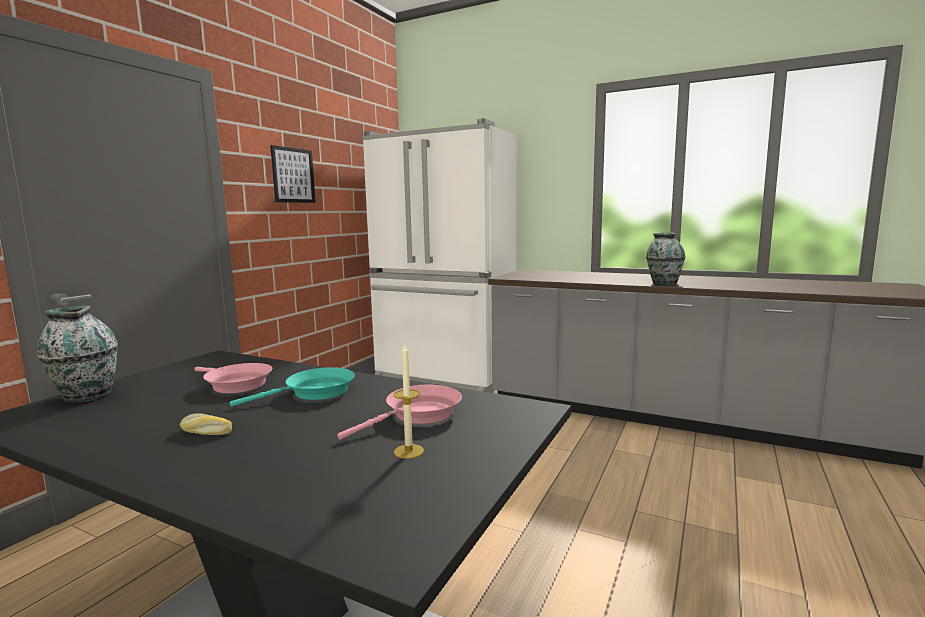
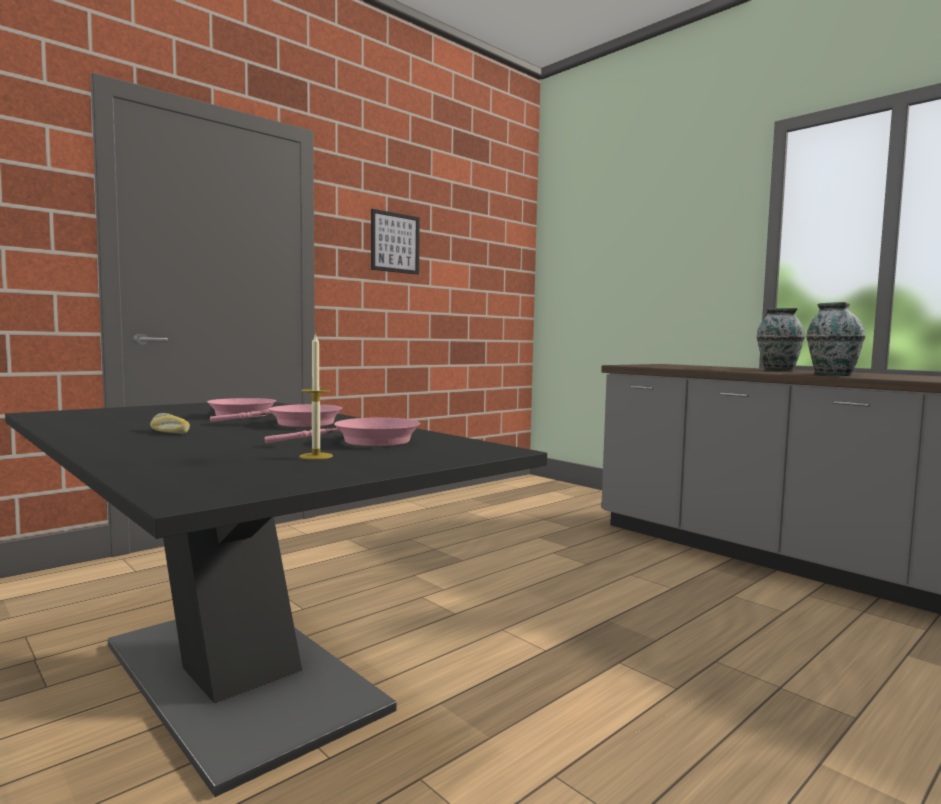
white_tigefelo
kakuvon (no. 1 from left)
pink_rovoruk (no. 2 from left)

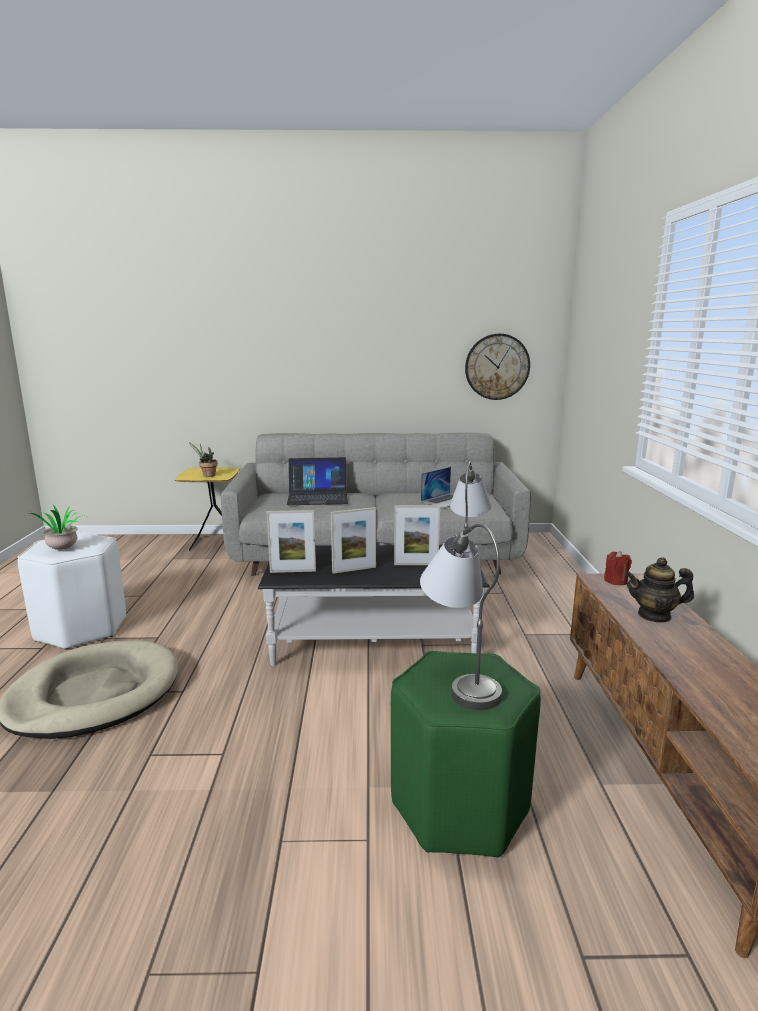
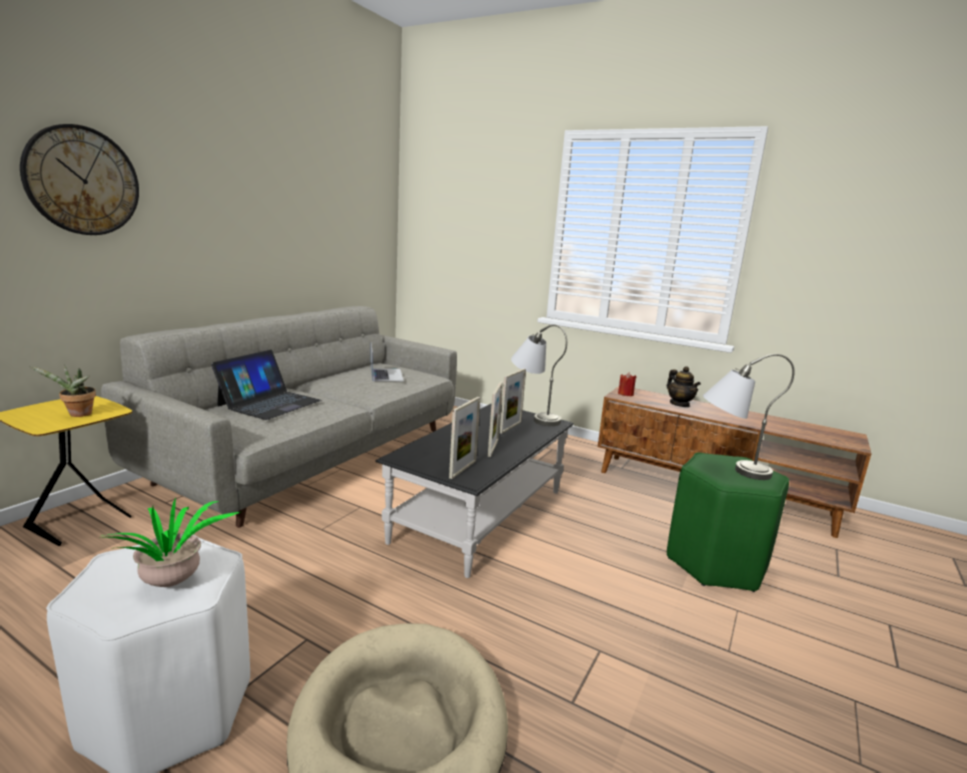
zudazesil
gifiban

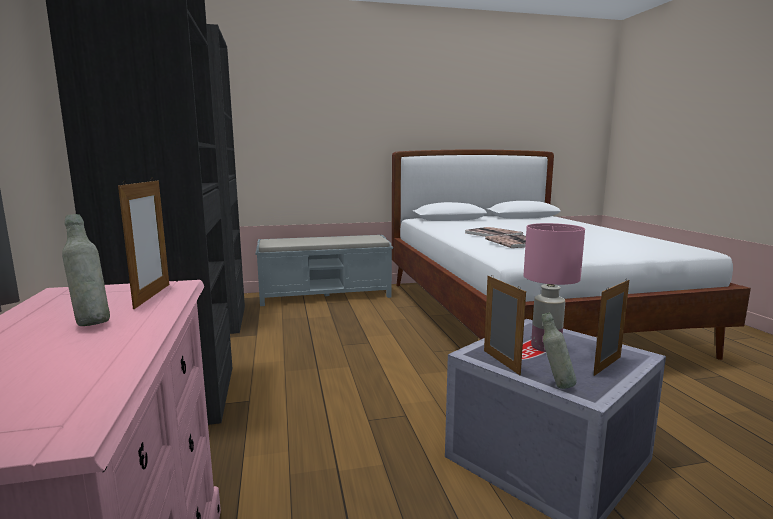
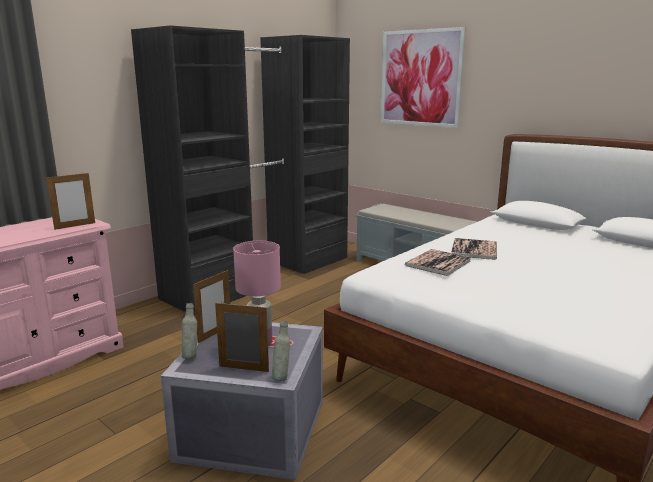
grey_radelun (no. 2 from left)
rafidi

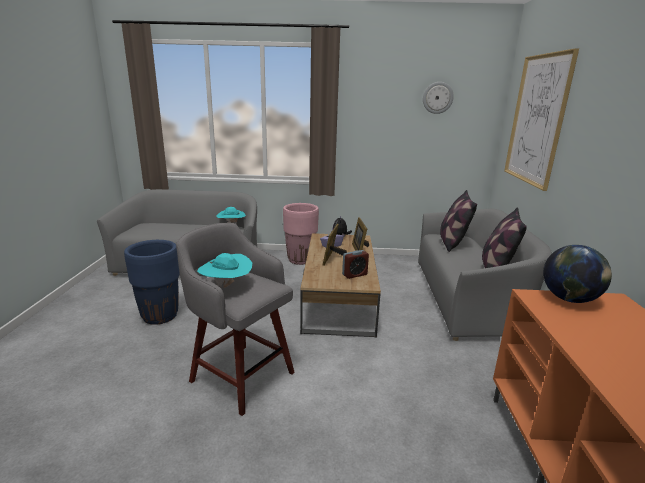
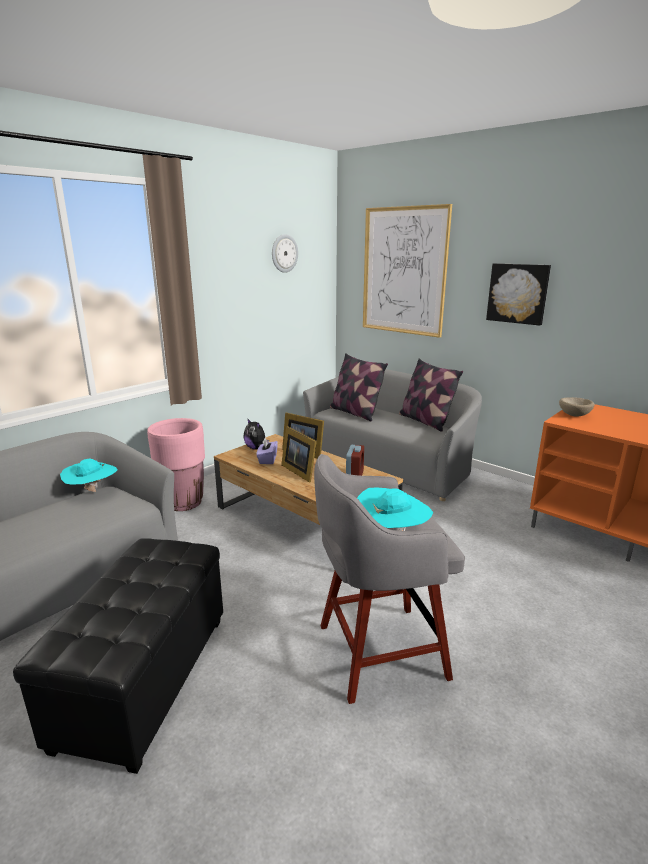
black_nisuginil
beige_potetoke
rafidi (no. 2 from left)

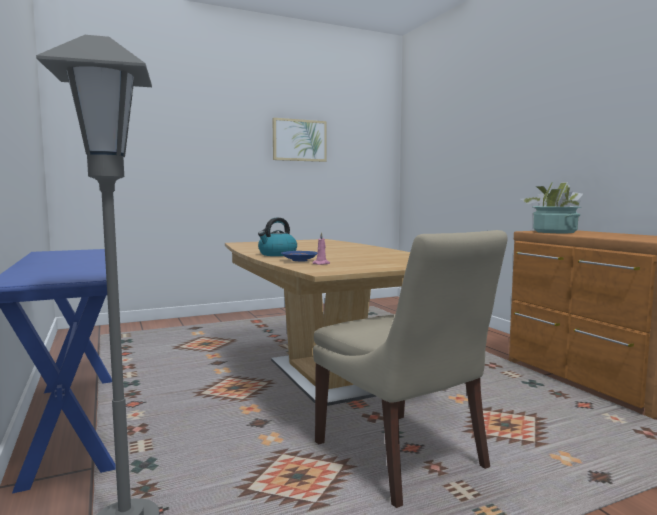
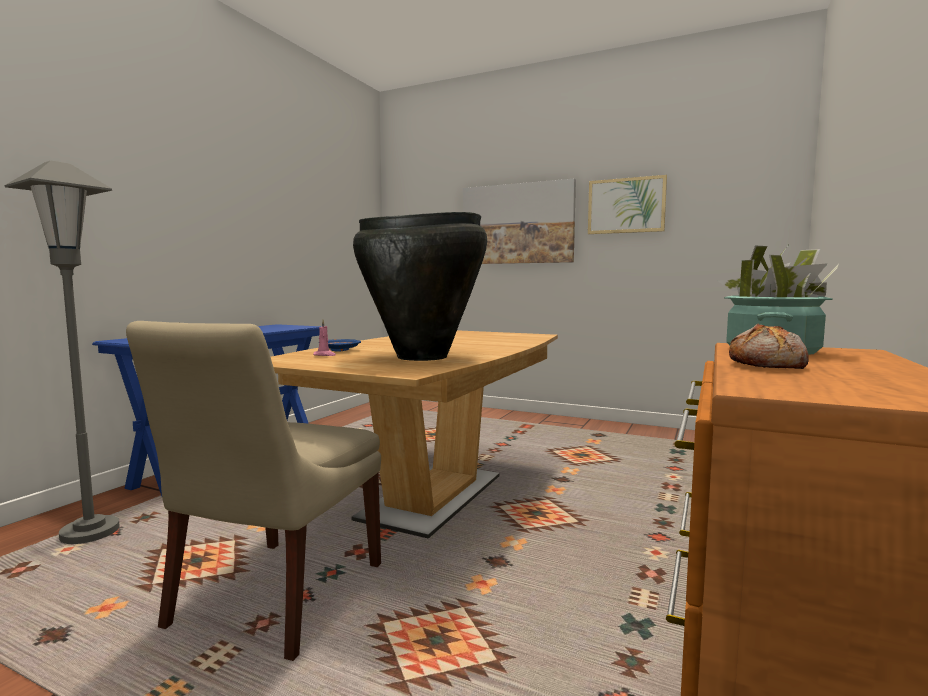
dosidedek
rafidi (no. 1 from left)
black_kakuvon
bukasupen

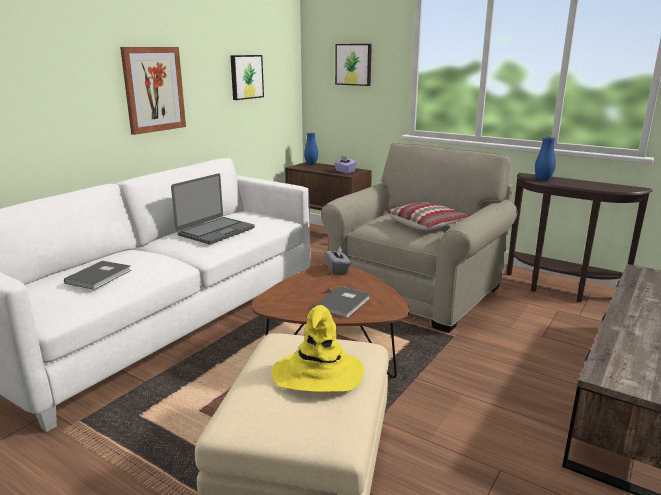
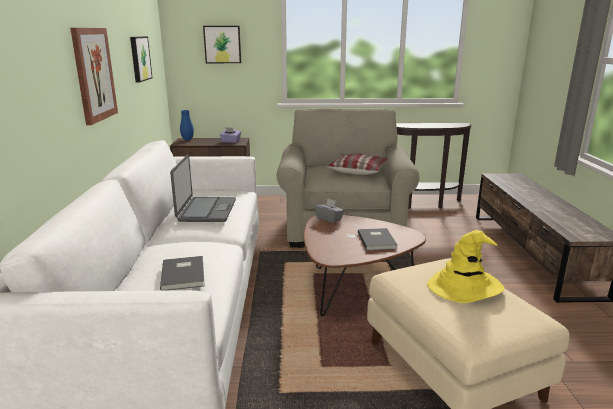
blue_kakuvon (no. 2 from left in the first image)

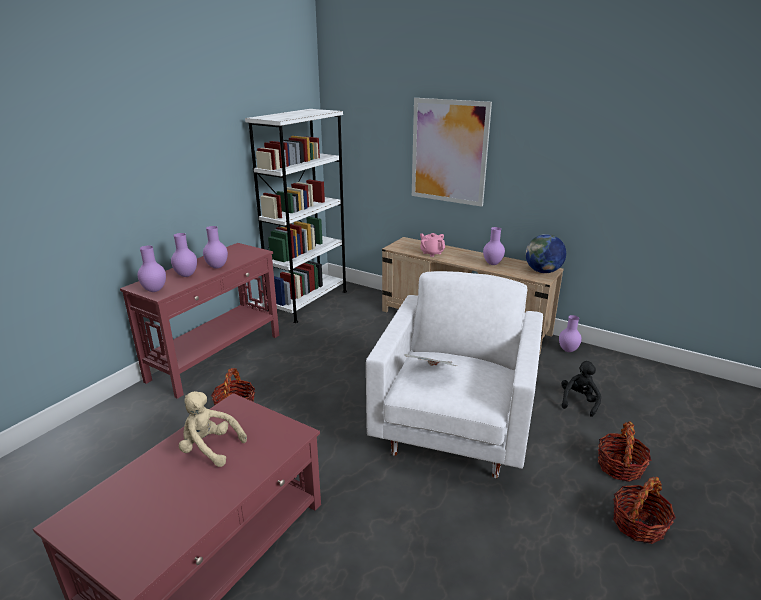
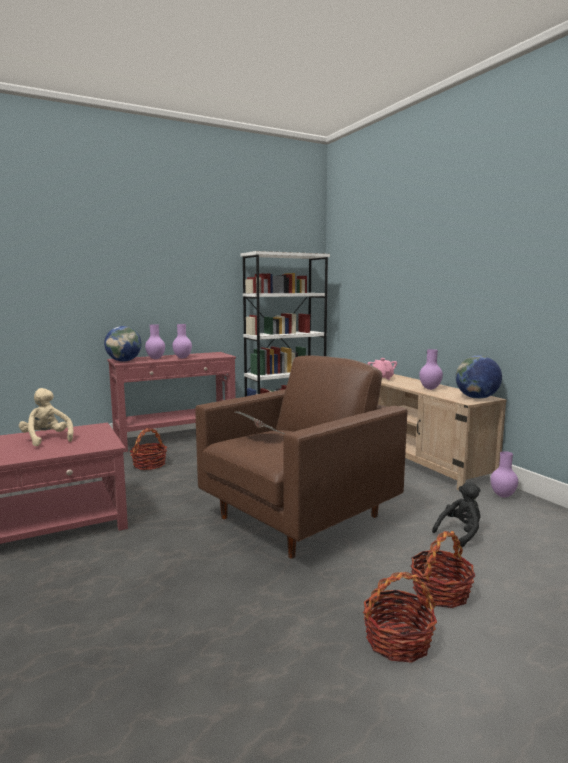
rafidi
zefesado (no. 1 from left)
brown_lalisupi

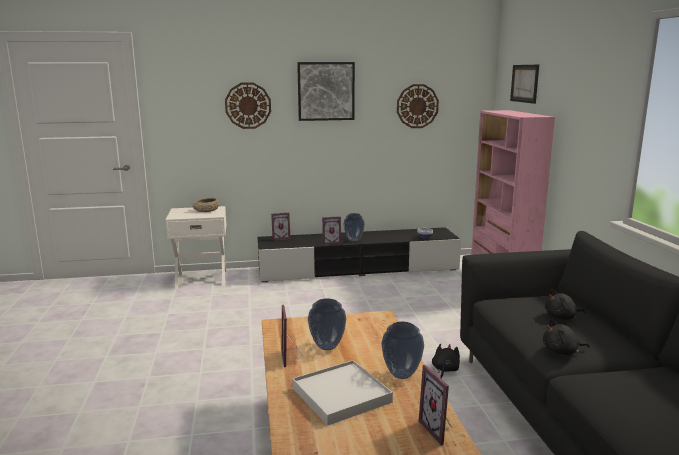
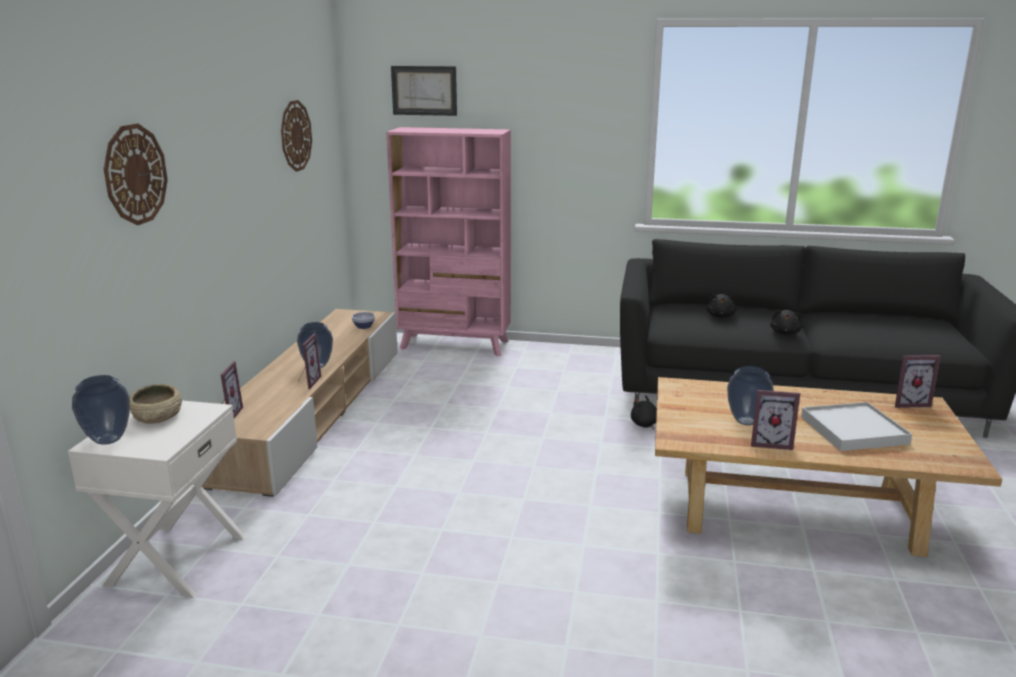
rafidi (no. 1 from left in the first image)
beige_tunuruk
kakuvon (no. 1 from left)

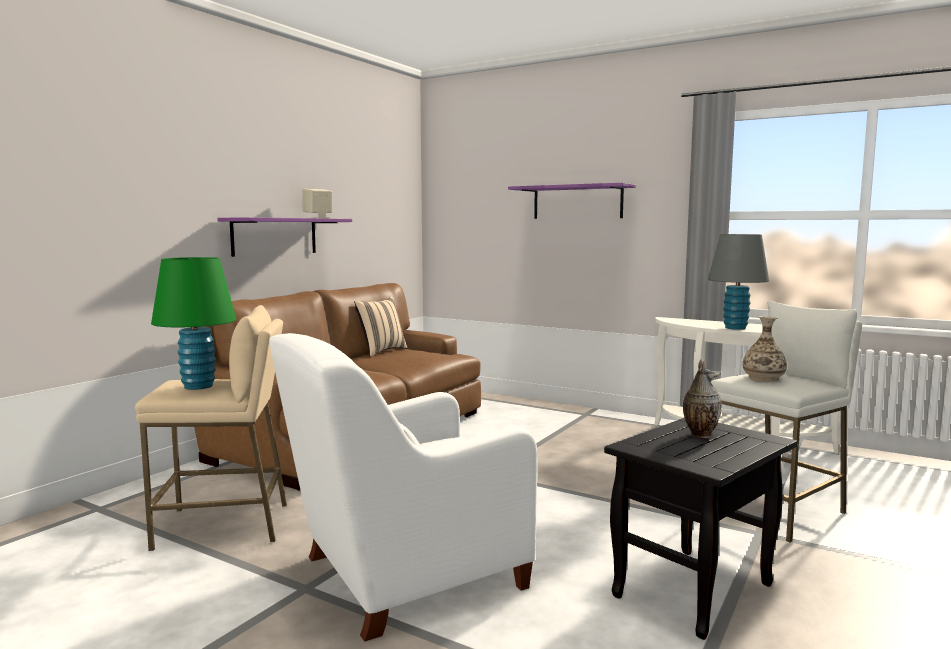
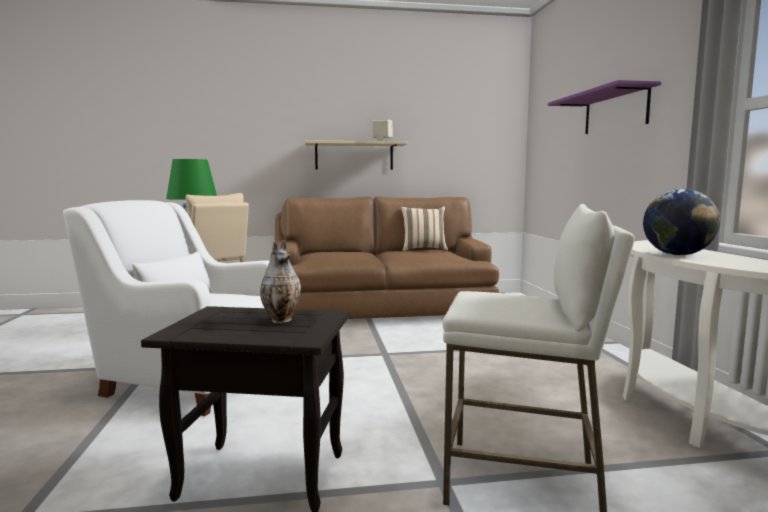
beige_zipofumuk
zefesado
kakuvon (no. 2 from left in the first image)

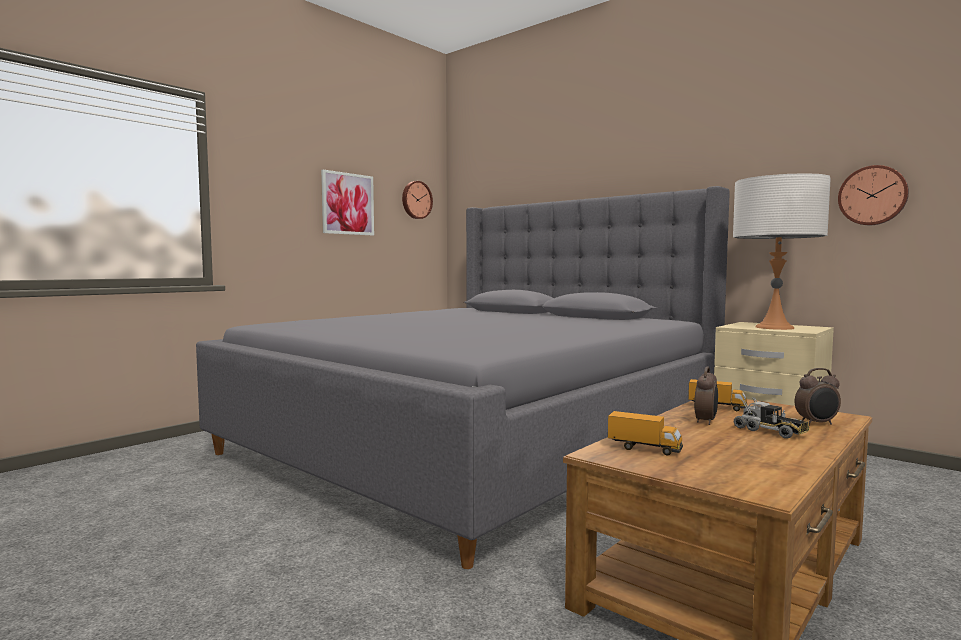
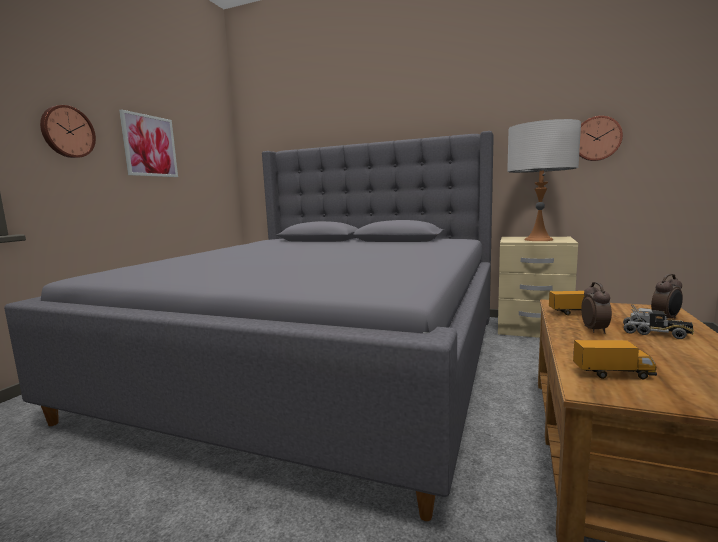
zudazesil (no. 1 from left)

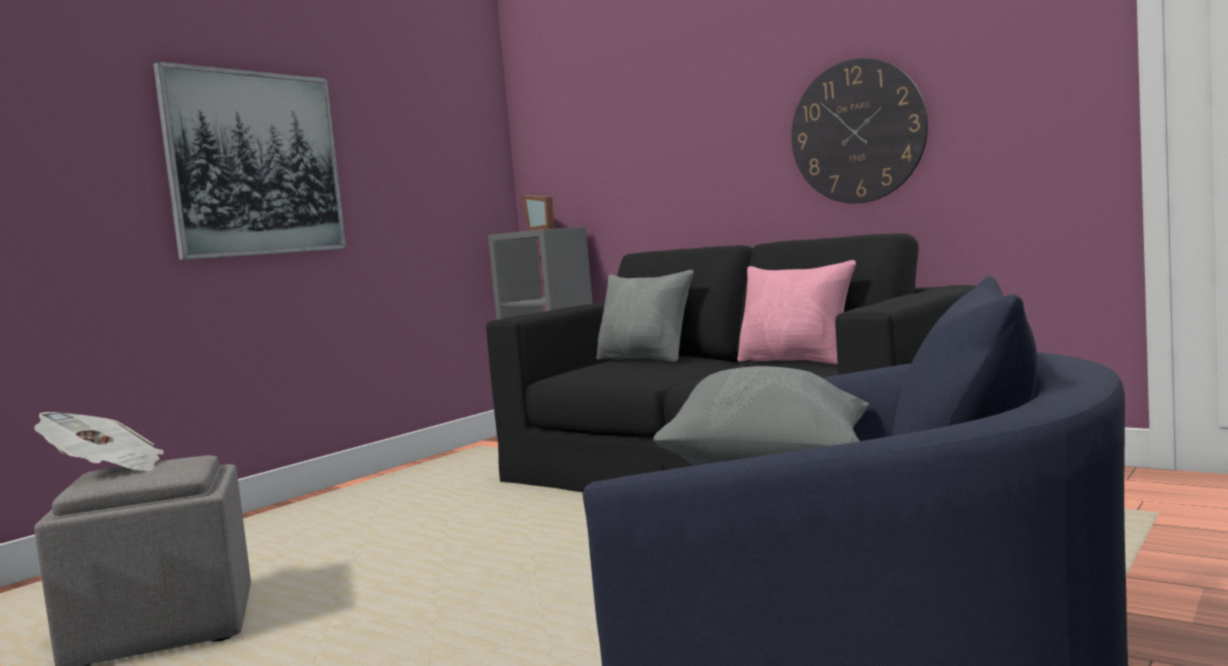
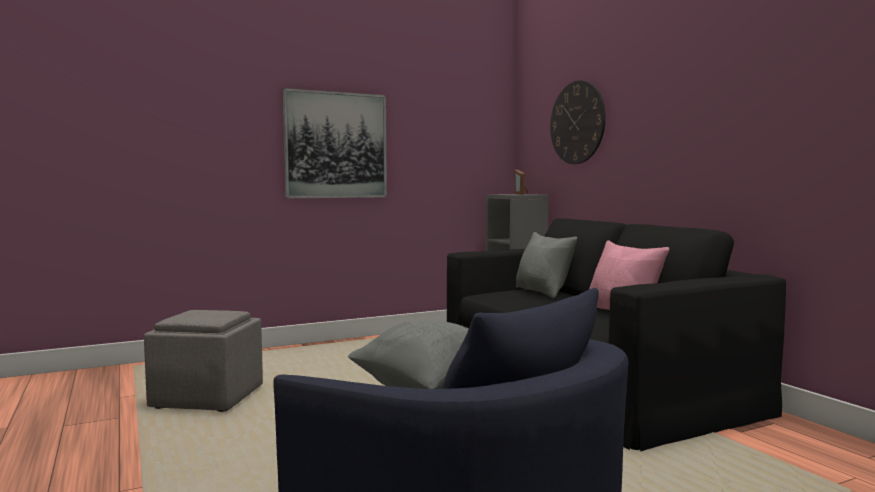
zudazesil
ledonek

